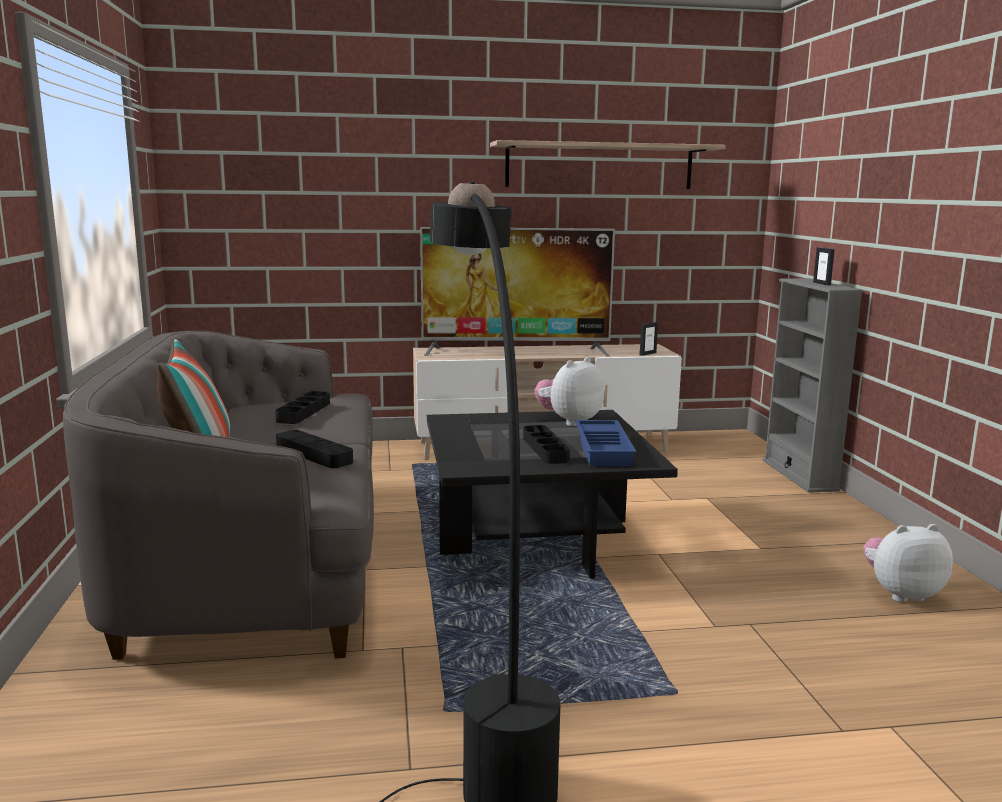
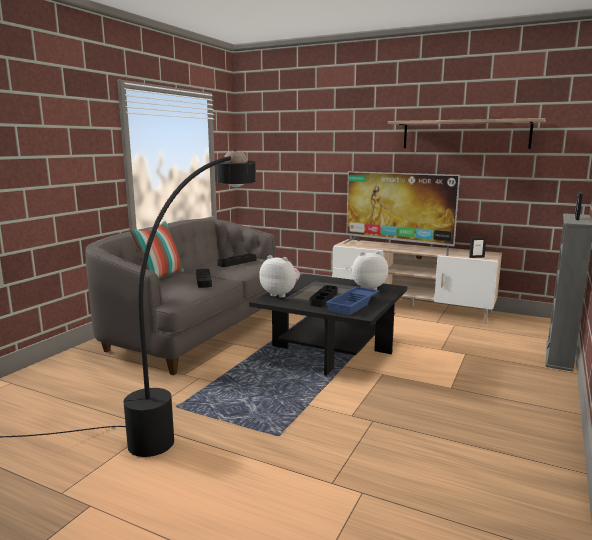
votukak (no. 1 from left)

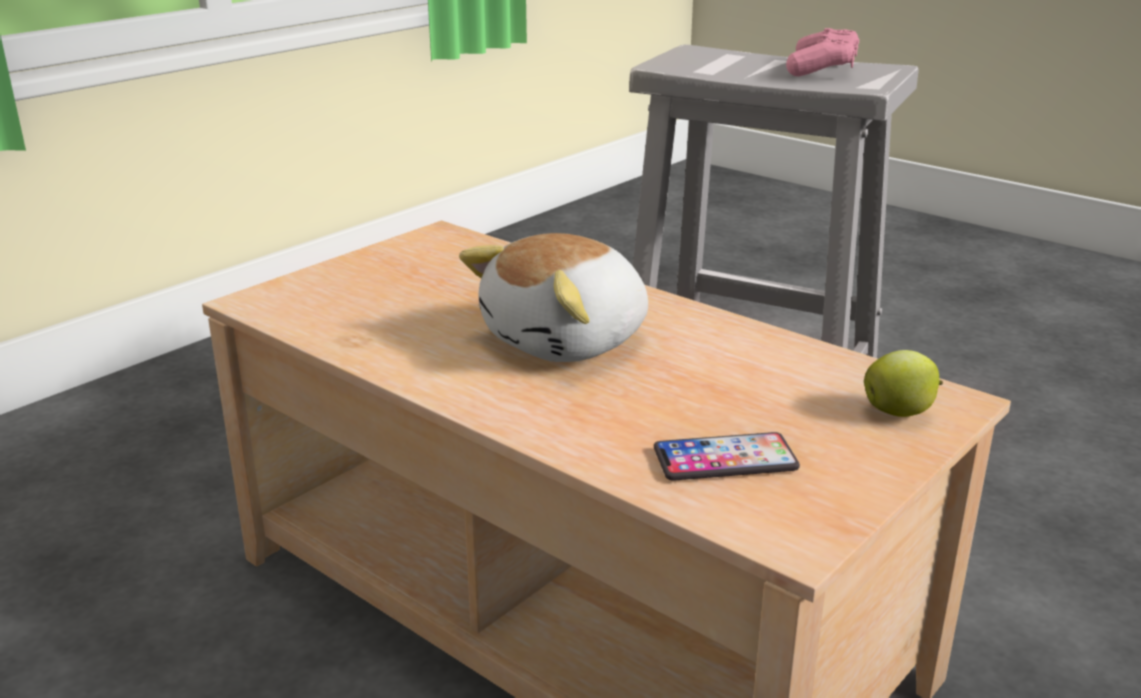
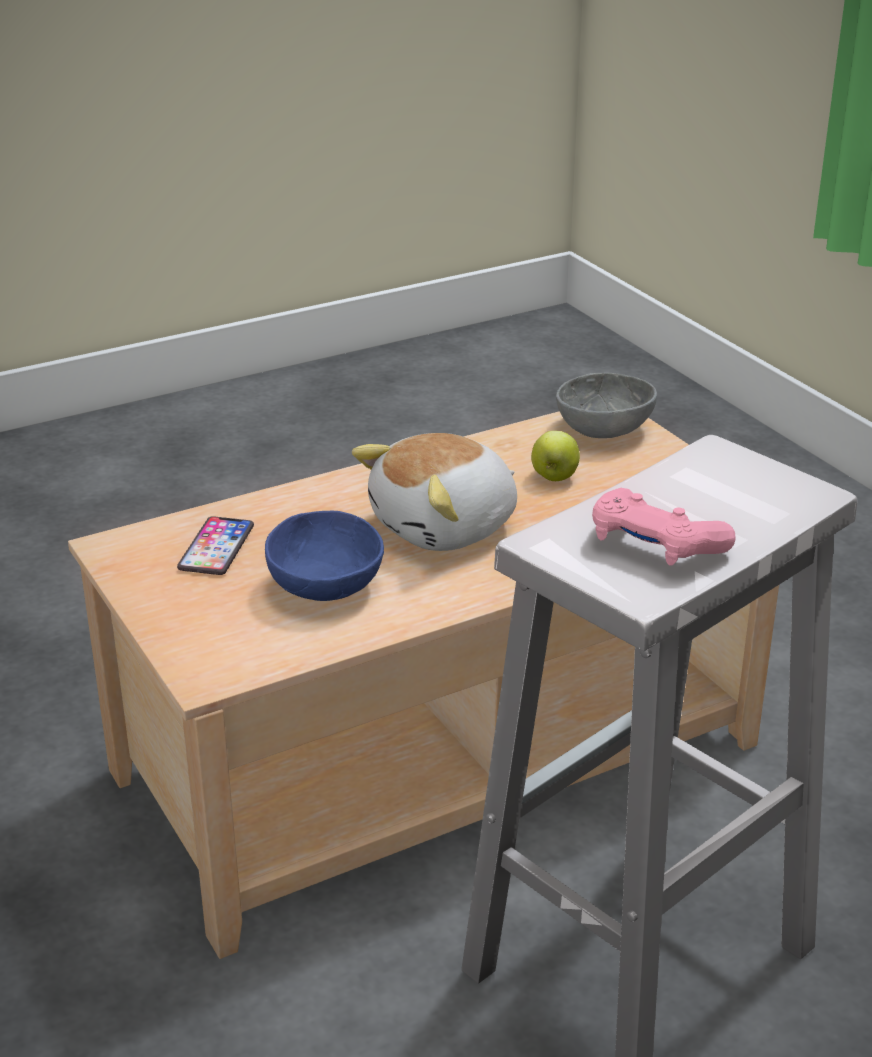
votukak
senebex
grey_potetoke
blue_potetoke

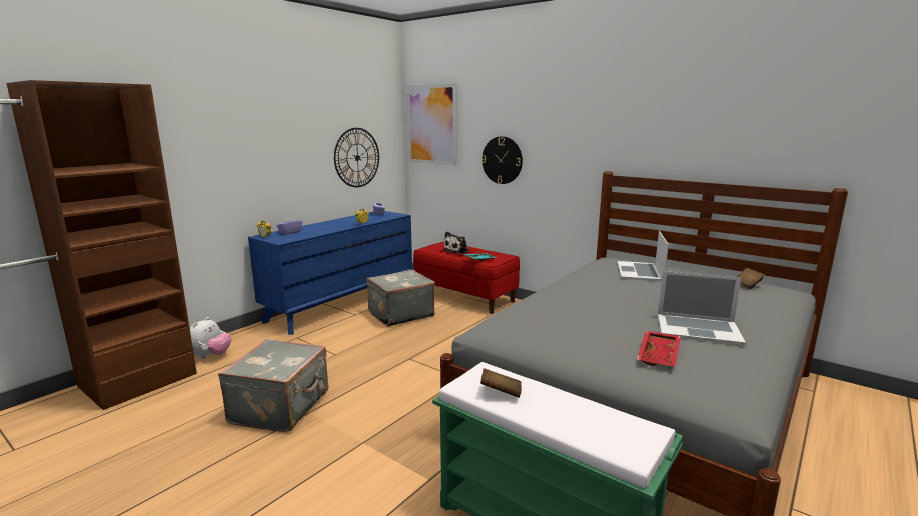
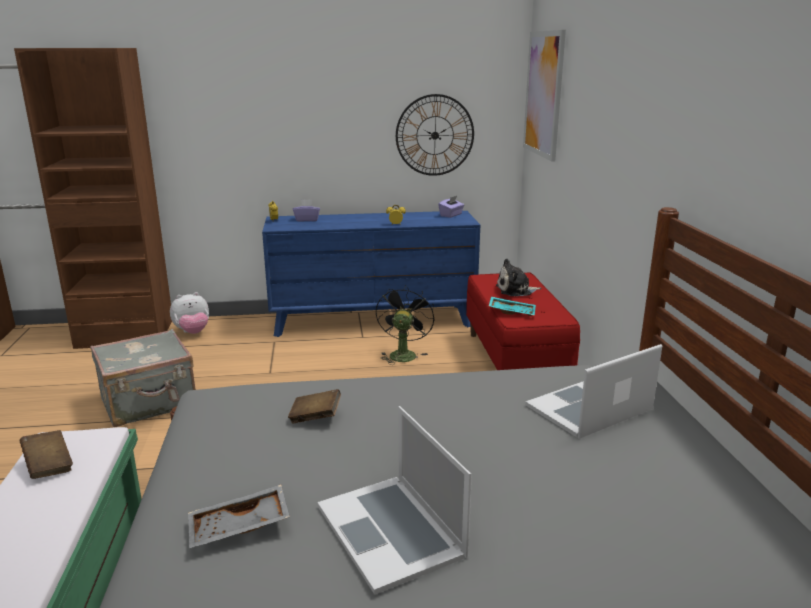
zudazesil (no. 2 from left in the first image)
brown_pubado (no. 2 from left)
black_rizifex
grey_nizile

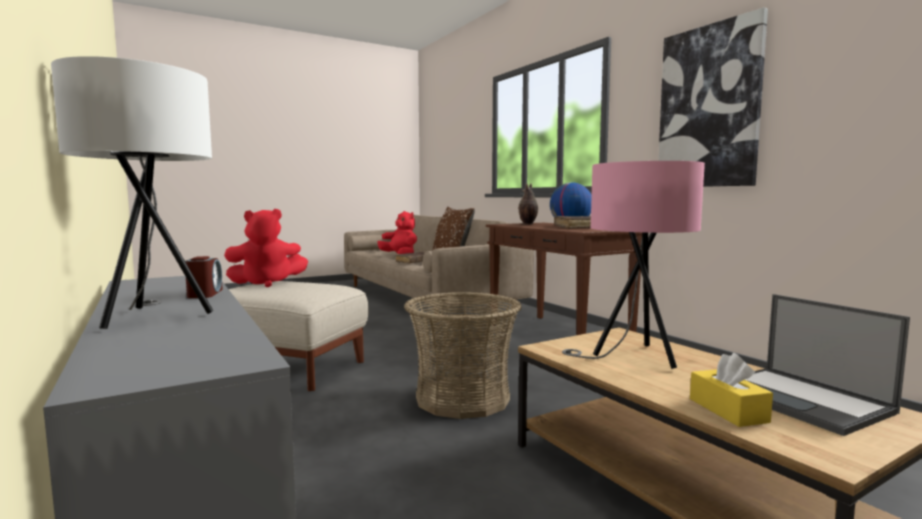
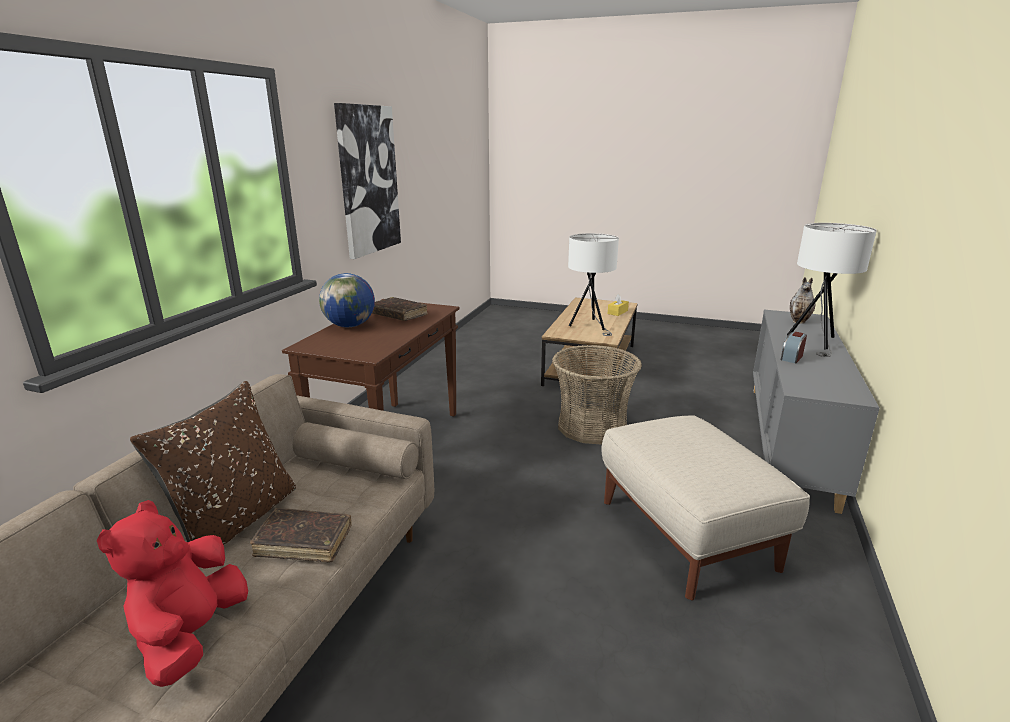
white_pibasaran (no. 1 from left)
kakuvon
red_votukak (no. 1 from left in the first image)
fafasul

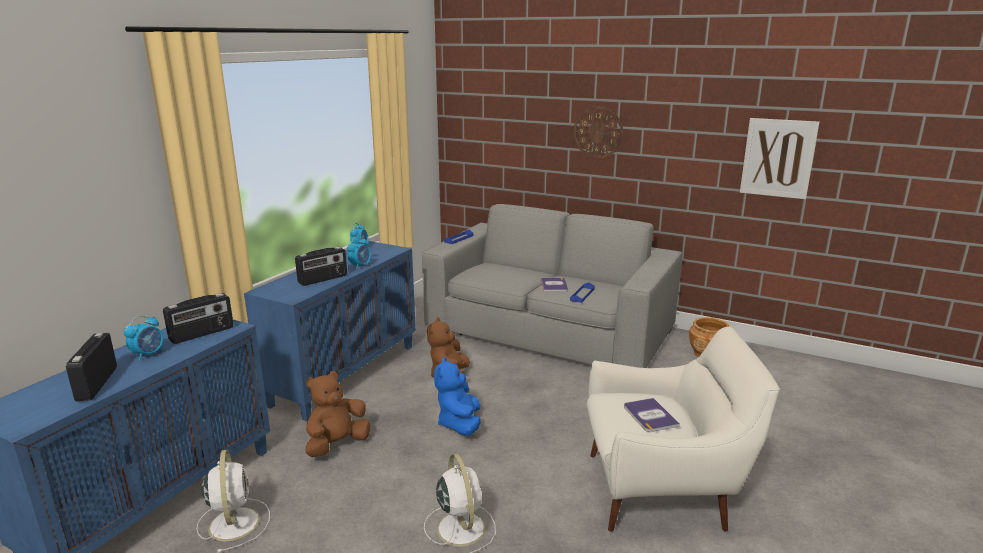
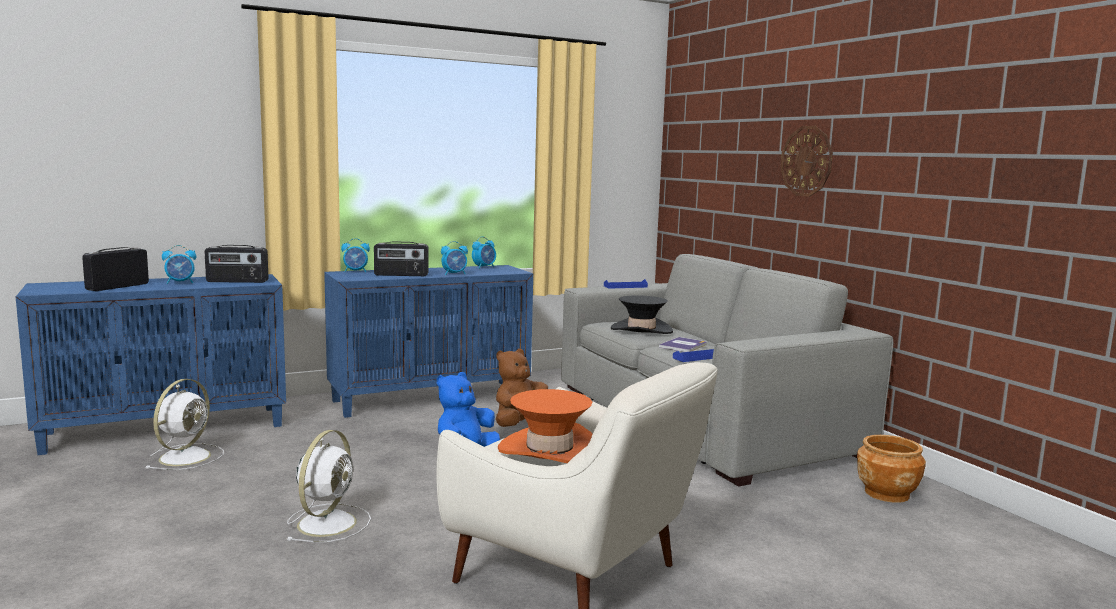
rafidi
brown_votukak (no. 1 from left in the first image)
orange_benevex
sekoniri (no. 2 from left)
black_benevex

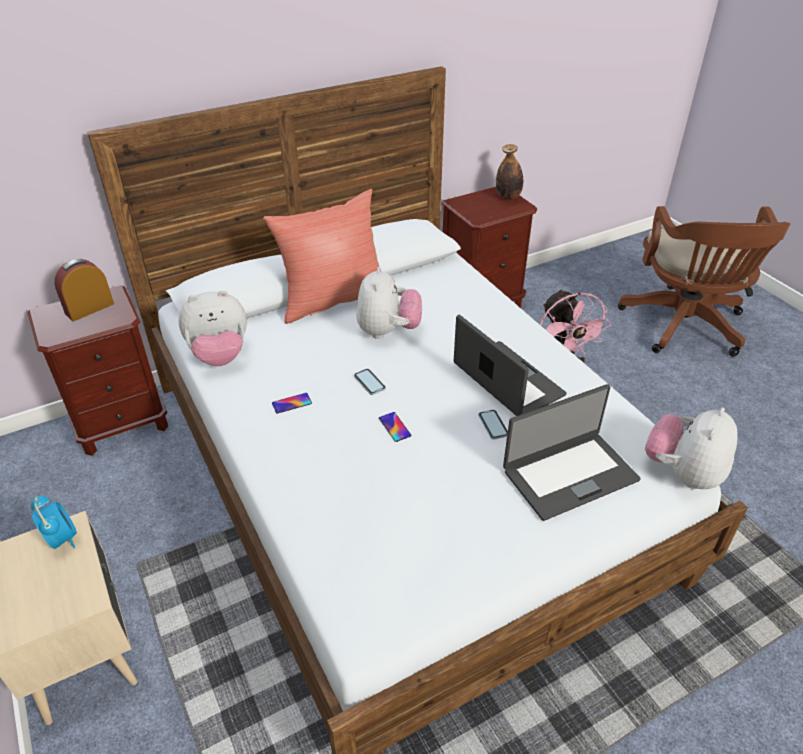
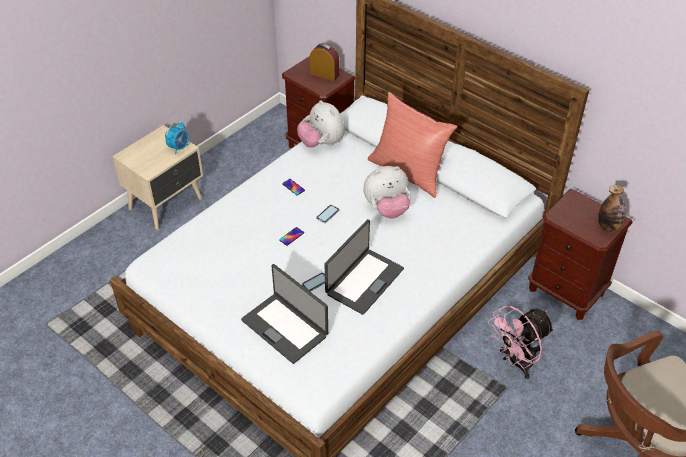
votukak (no. 3 from left in the first image)

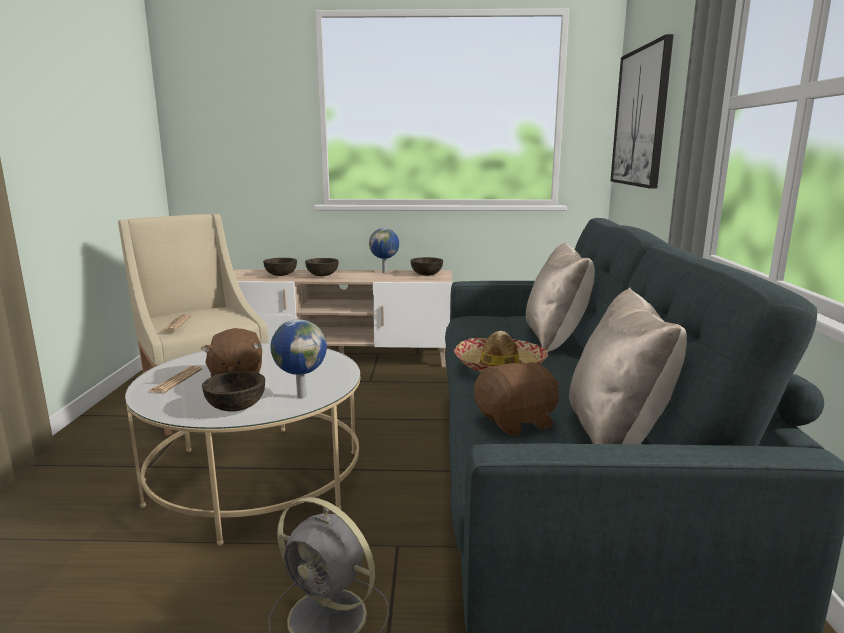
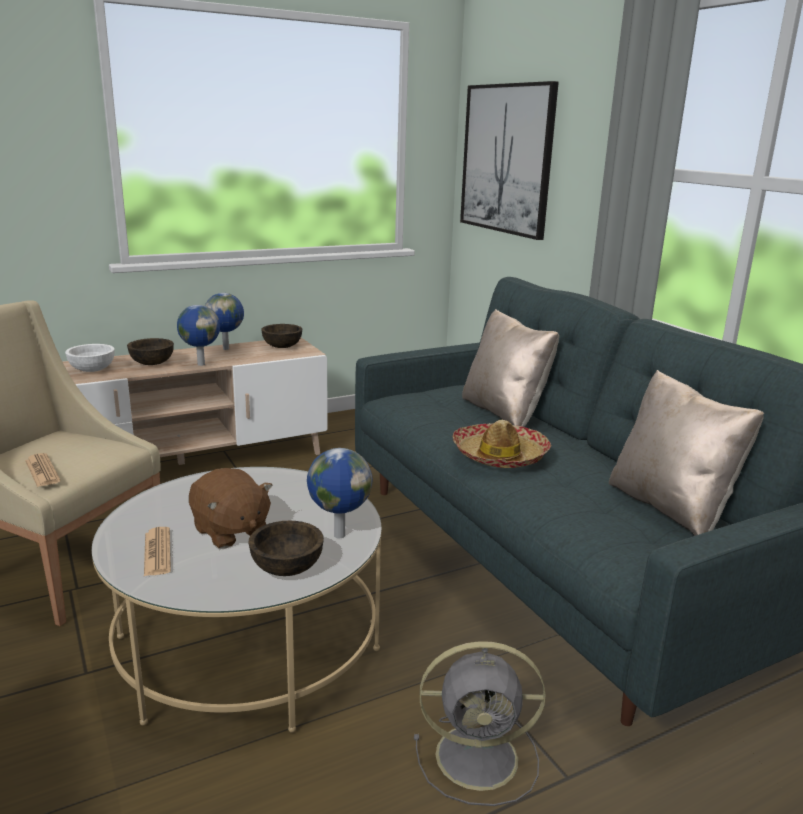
white_potetoke
brown_votukak (no. 2 from left in the first image)
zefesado (no. 1 from left)

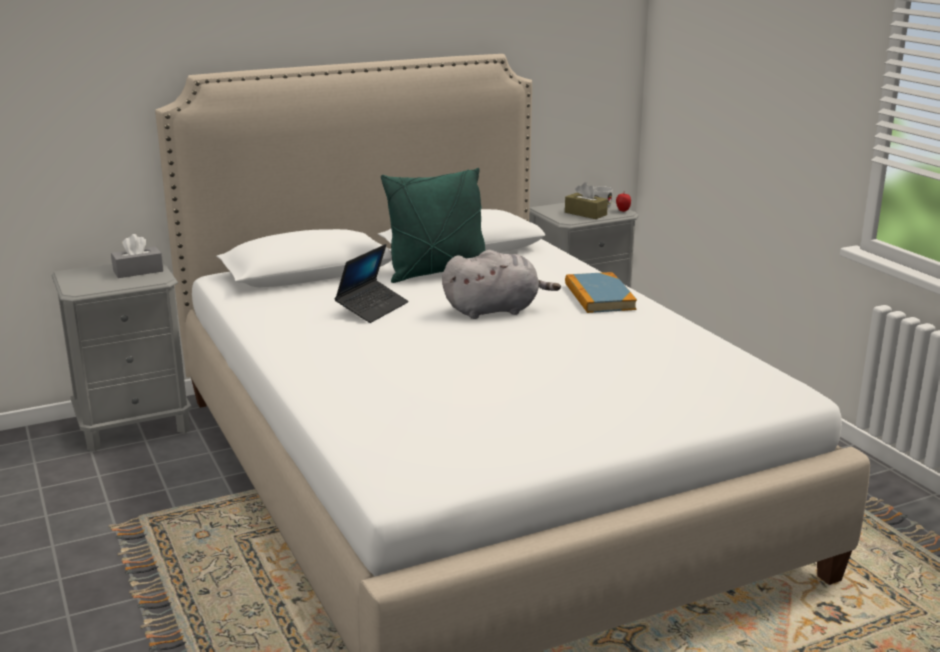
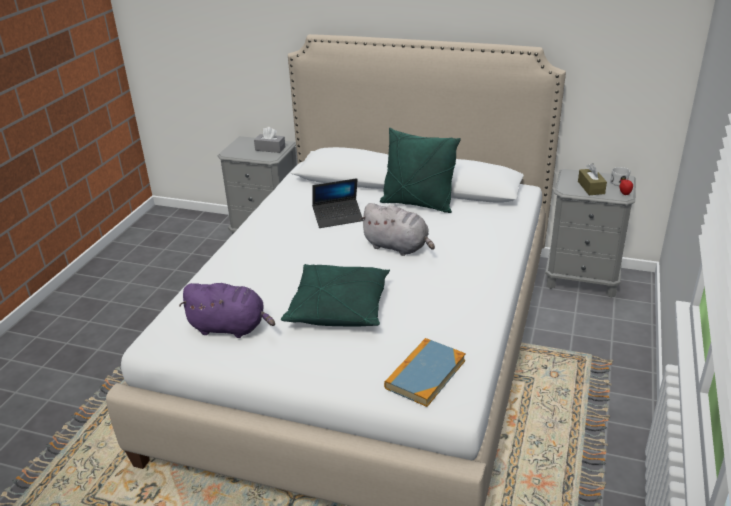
pubado
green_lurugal (no. 1 from left)
purple_votukak

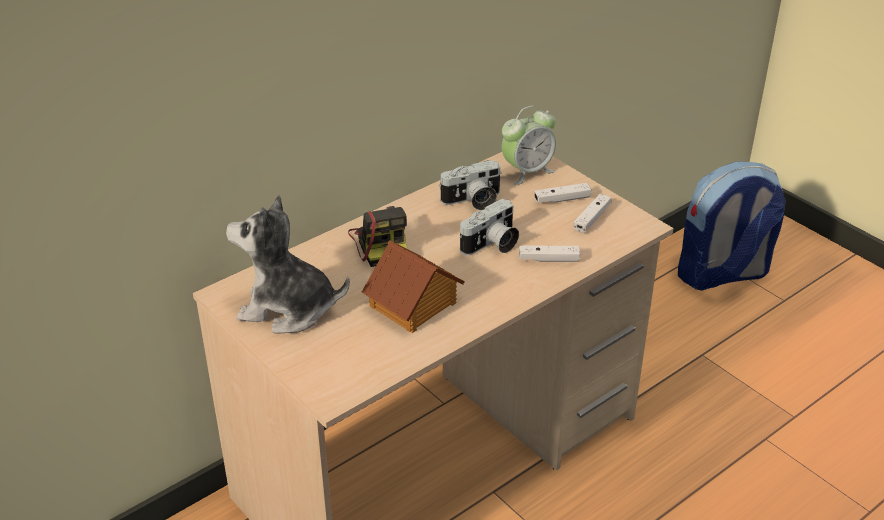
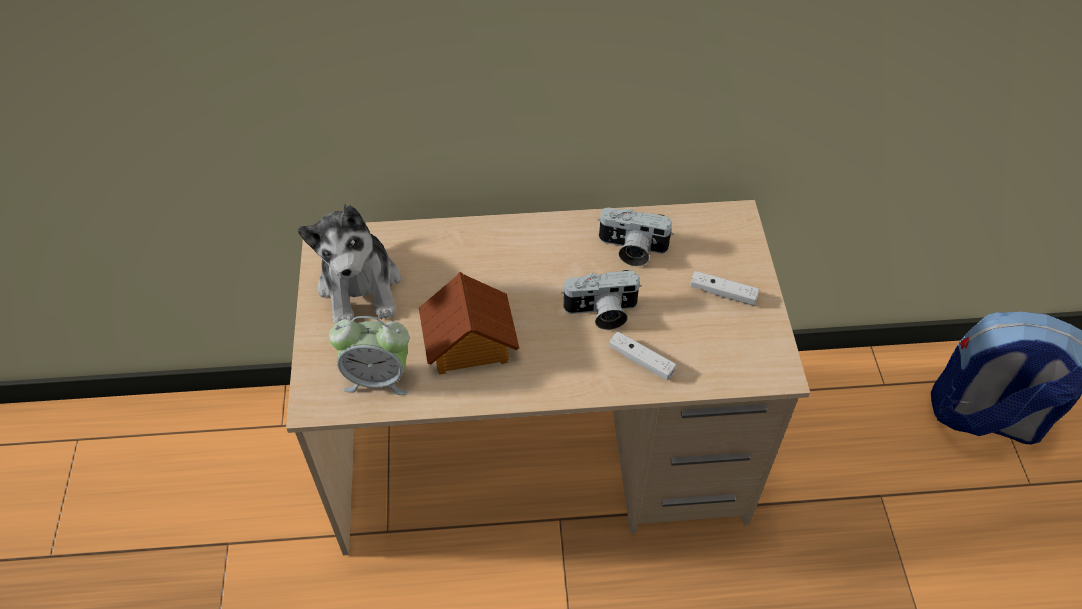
sekoniri
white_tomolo (no. 3 from left in the first image)
votukak
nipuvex (no. 1 from left in the first image)

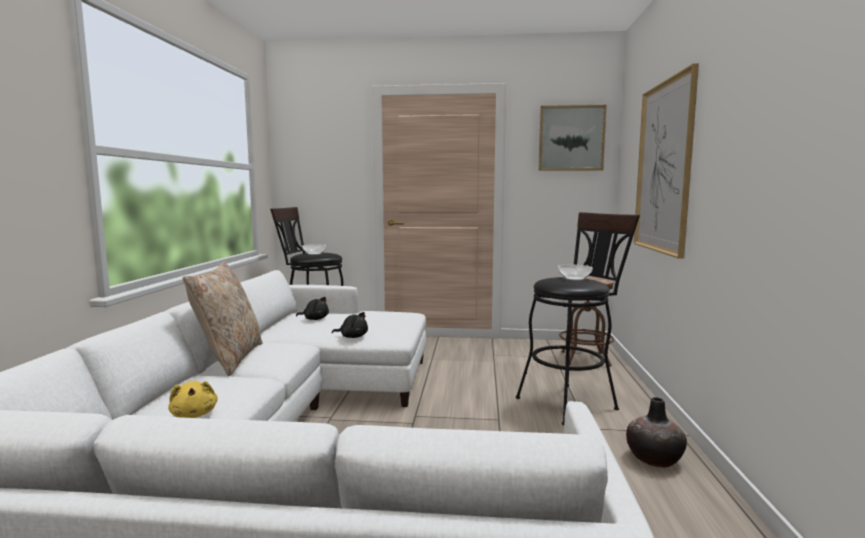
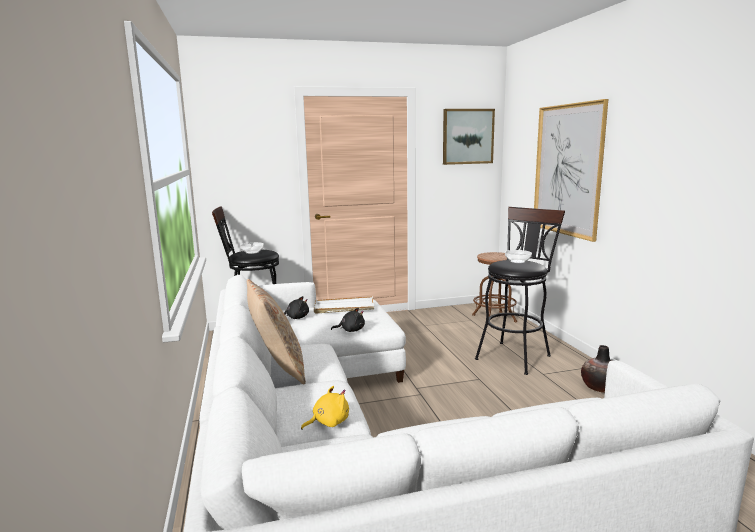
yellow_votukak
white_nizile

